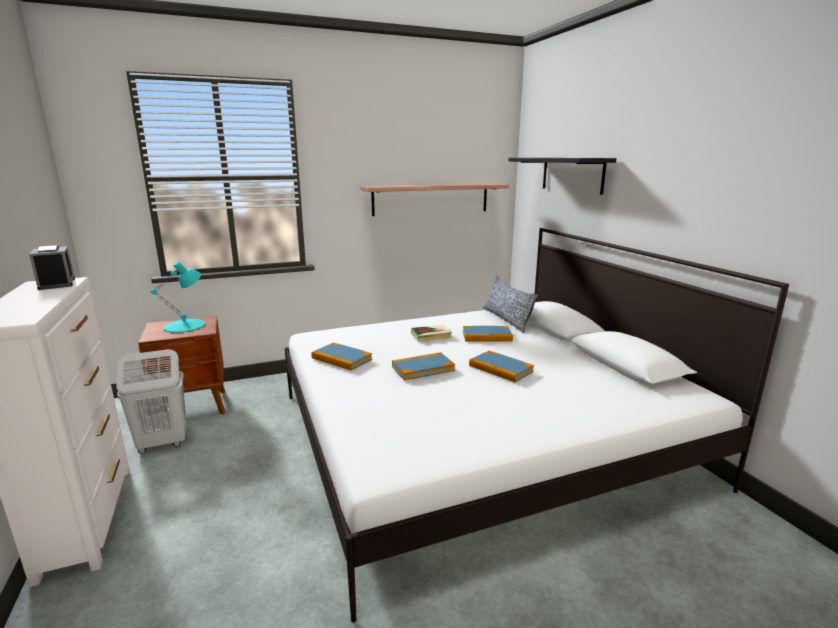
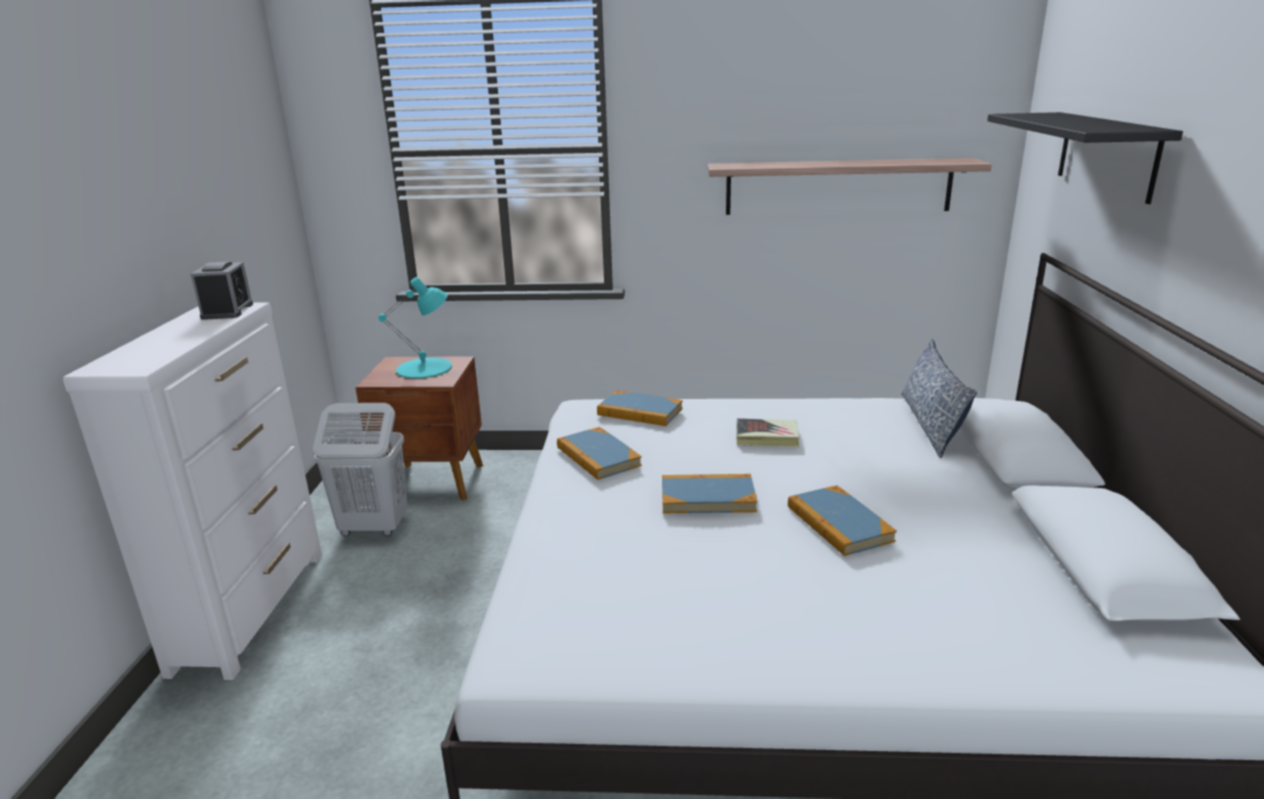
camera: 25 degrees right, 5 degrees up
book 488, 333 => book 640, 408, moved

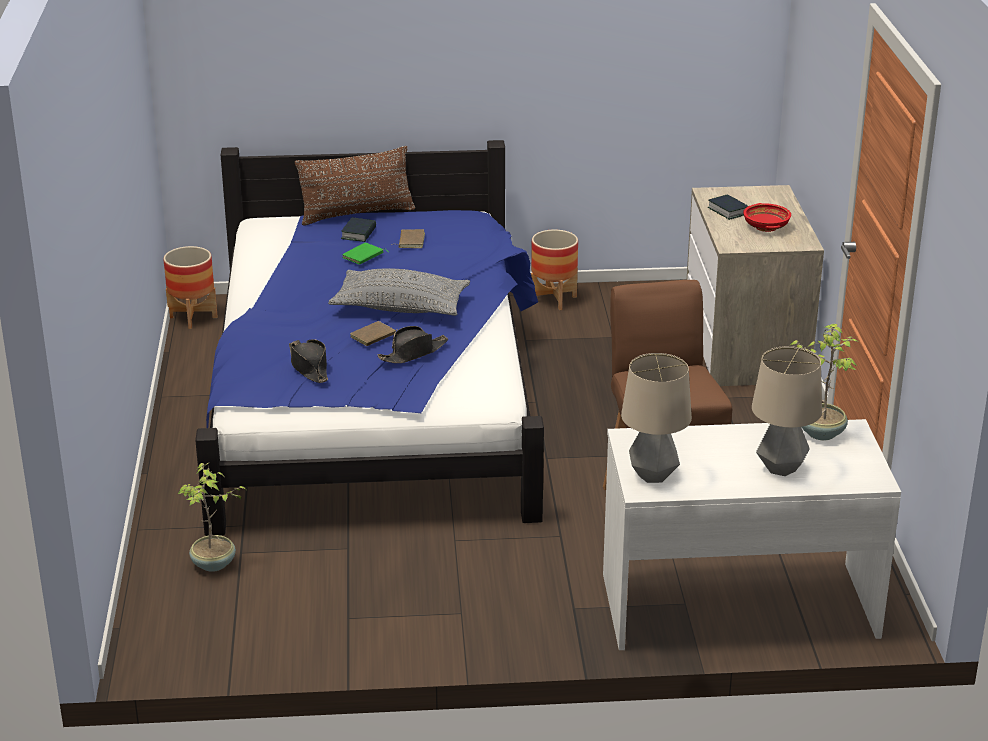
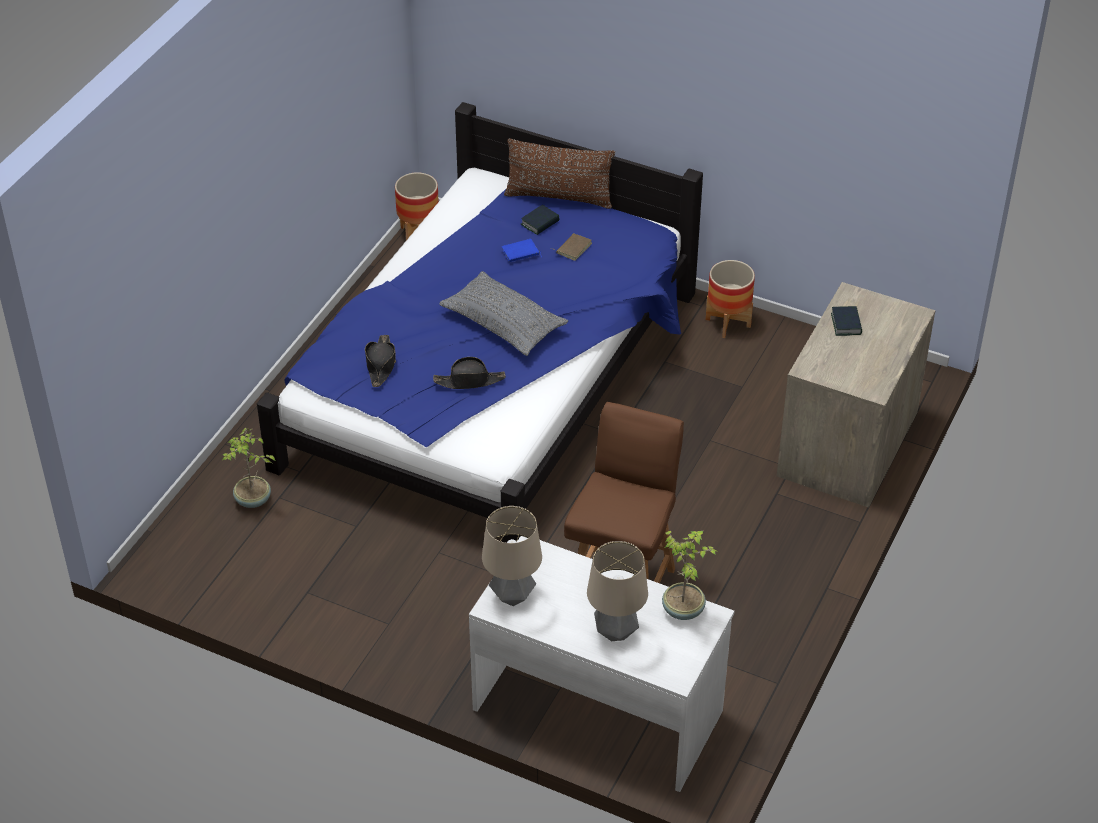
camera: 30 degrees right, 15 degrees up
brown book 374, 333 => nothing
red bowl 767, 217 => nothing
green book 364, 254 => blue book 522, 250

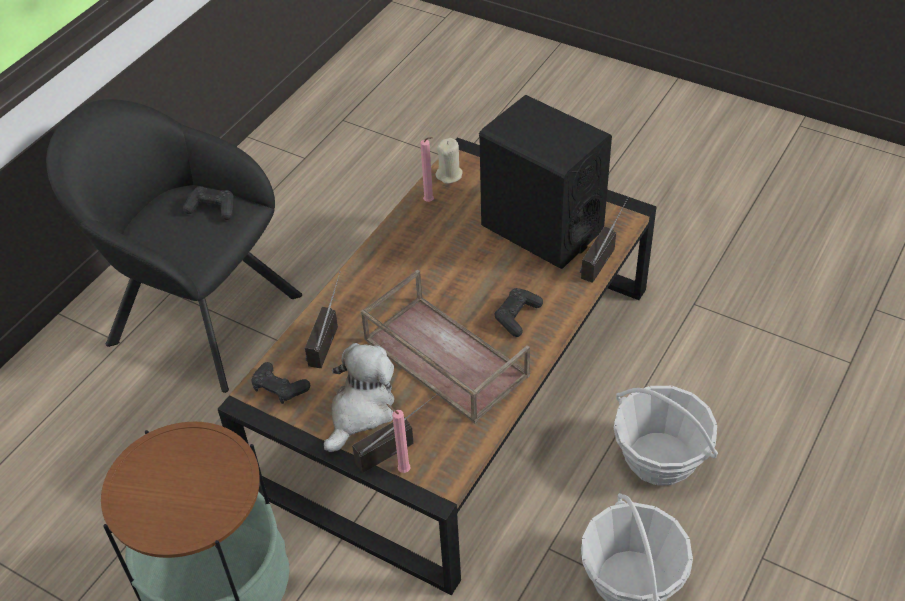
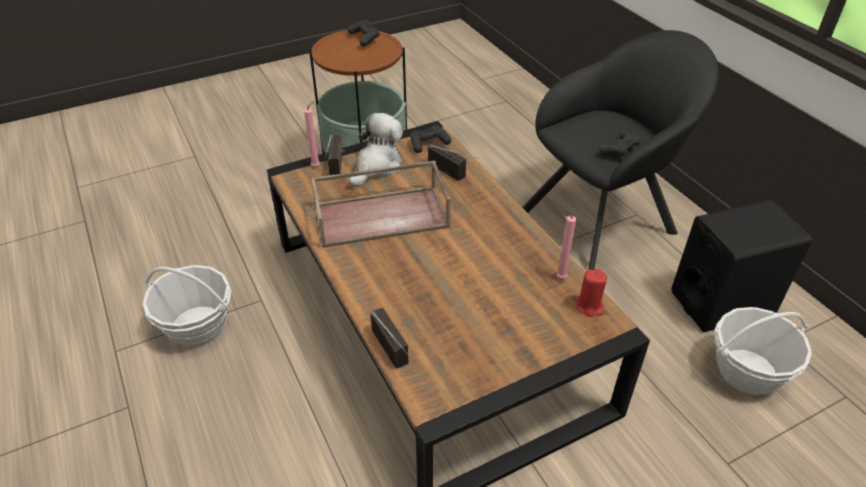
camera: 120 degrees right, 5 degrees down
black speaker 545, 182 => black speaker 742, 266, moved
black game controller 519, 312 => black game controller 363, 33, moved
basket 666, 435 => basket 763, 351, moved
beige candle 449, 161 => red candle 591, 293
plush toy 359, 397 => plush toy 376, 150, 120 degrees counterclockwise

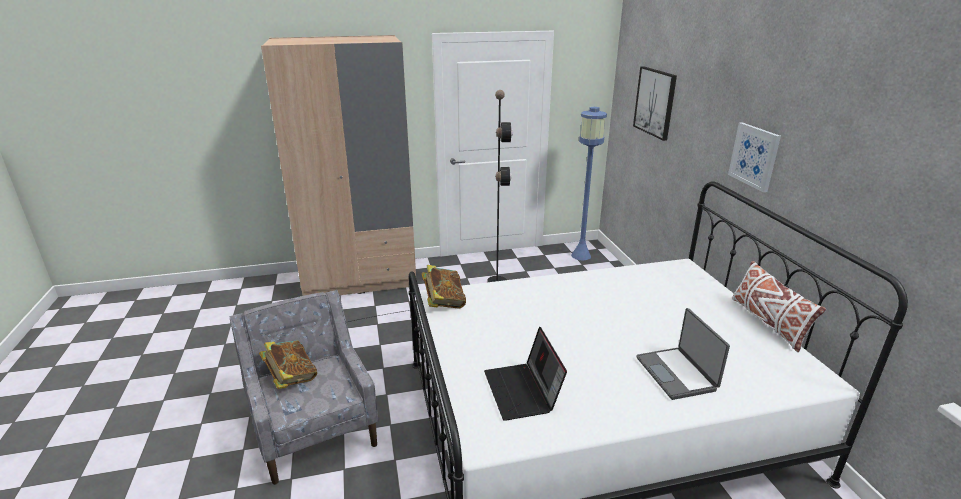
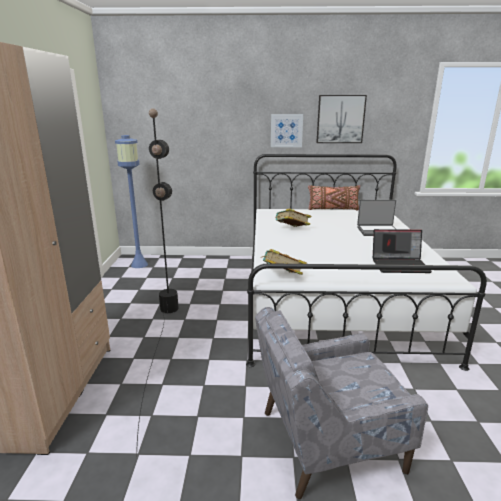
camera: 75 degrees left, 5 degrees down
book 288, 364 => book 293, 217, moved
picture 655, 103 => picture 341, 119, moved
white pillow 779, 306 => brown pillow 334, 198

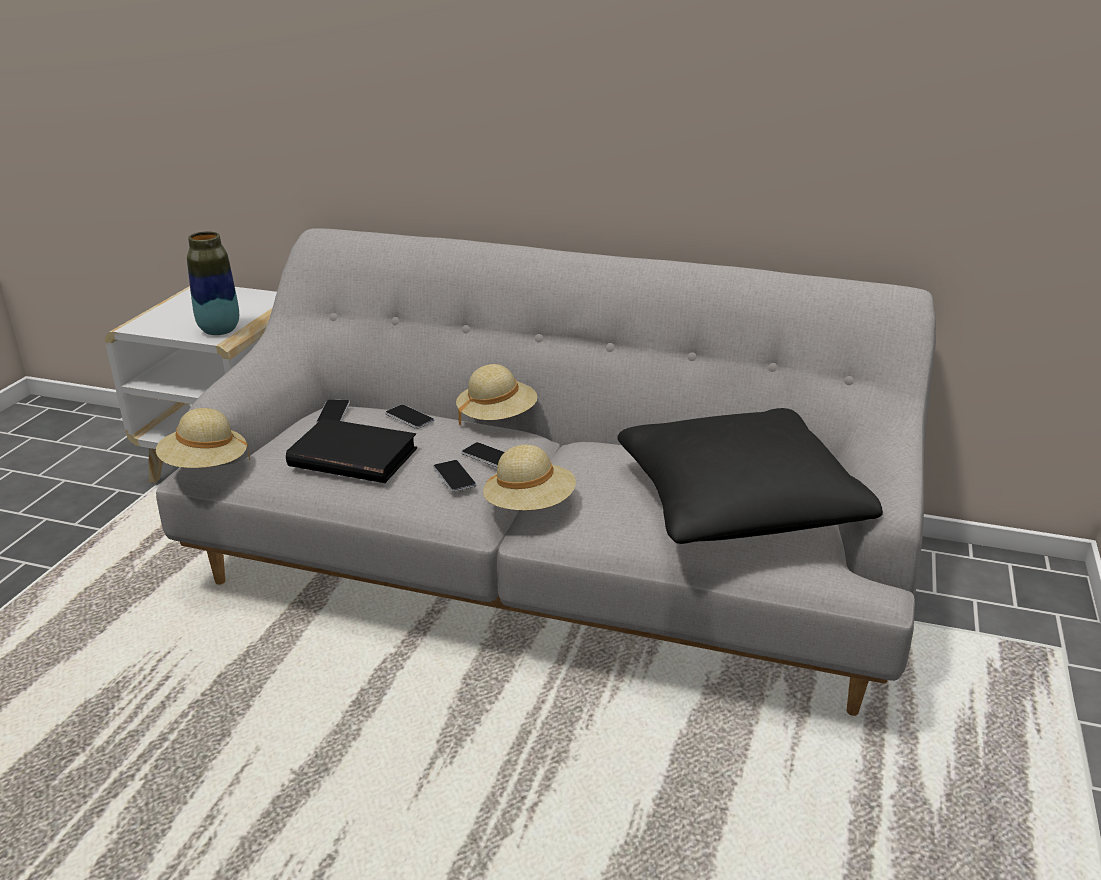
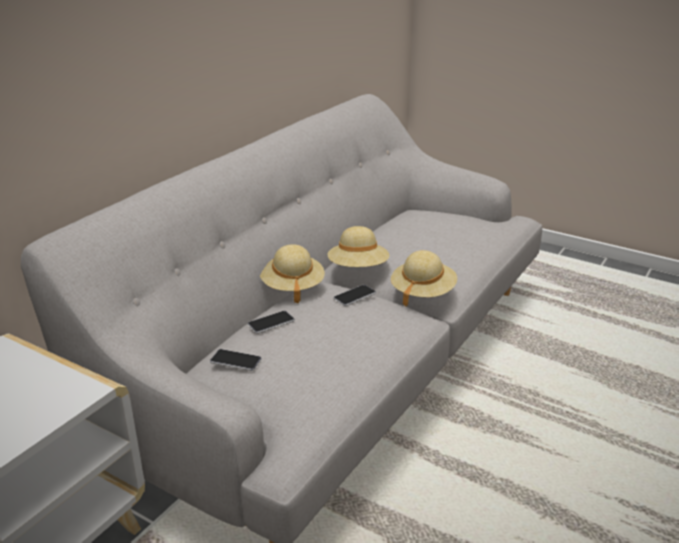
camera: 75 degrees left, 0 degrees up
vase 213, 283 => nothing
black book 351, 450 => nothing
phone 455, 476 => nothing
black pillow 750, 476 => nothing
beige hat 203, 438 => beige hat 358, 246, moved

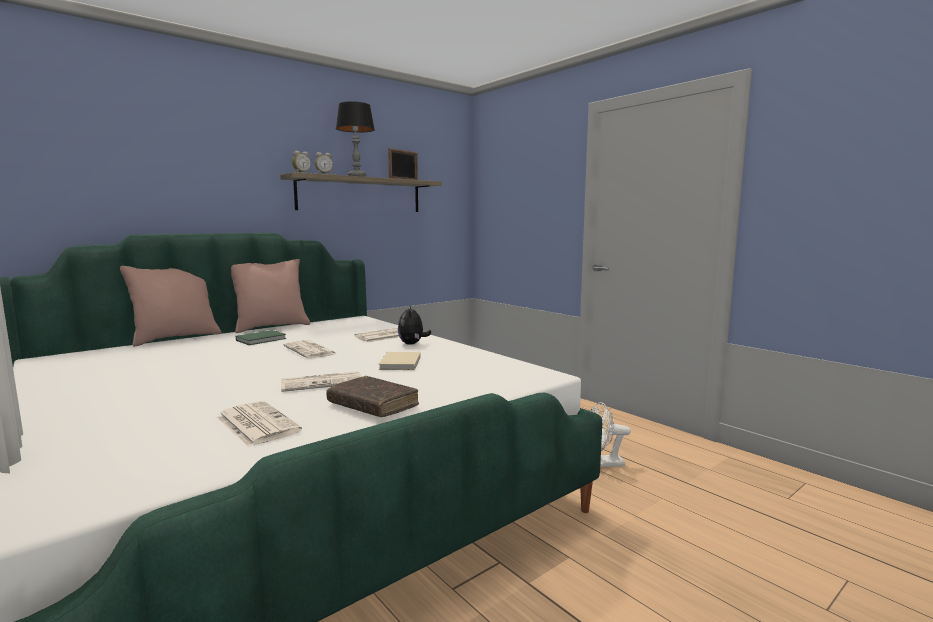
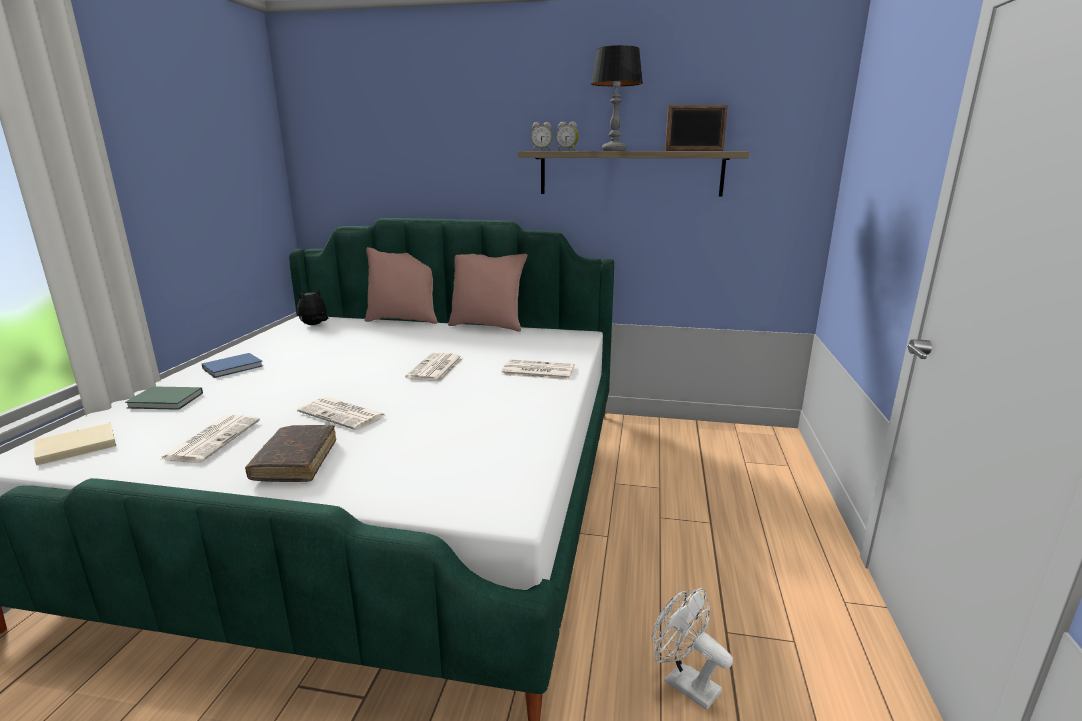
camera: 50 degrees right, 10 degrees up
nothing => blue book 232, 365
green book 261, 337 => green book 164, 398, moved
beige book 400, 361 => beige book 75, 444, moved
plush toy 414, 325 => plush toy 312, 307, moved

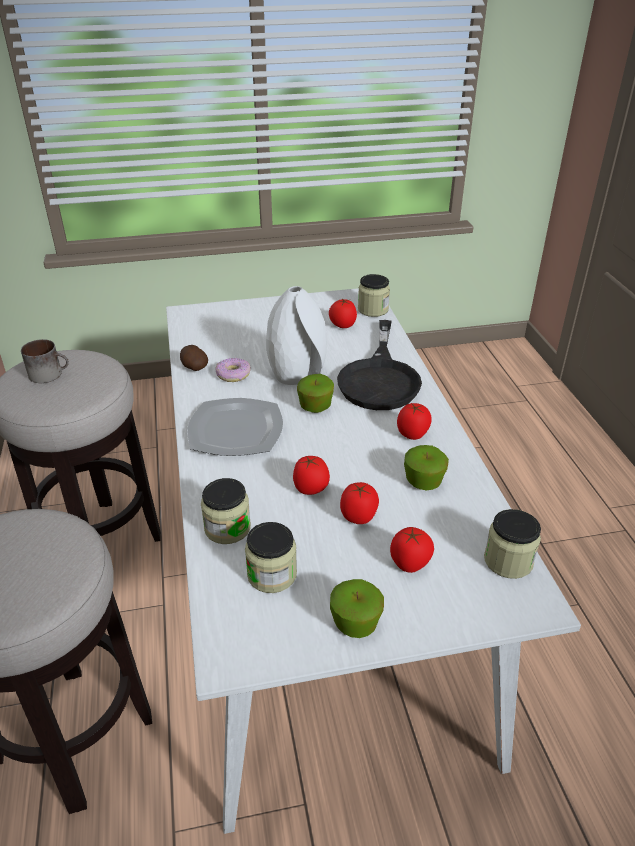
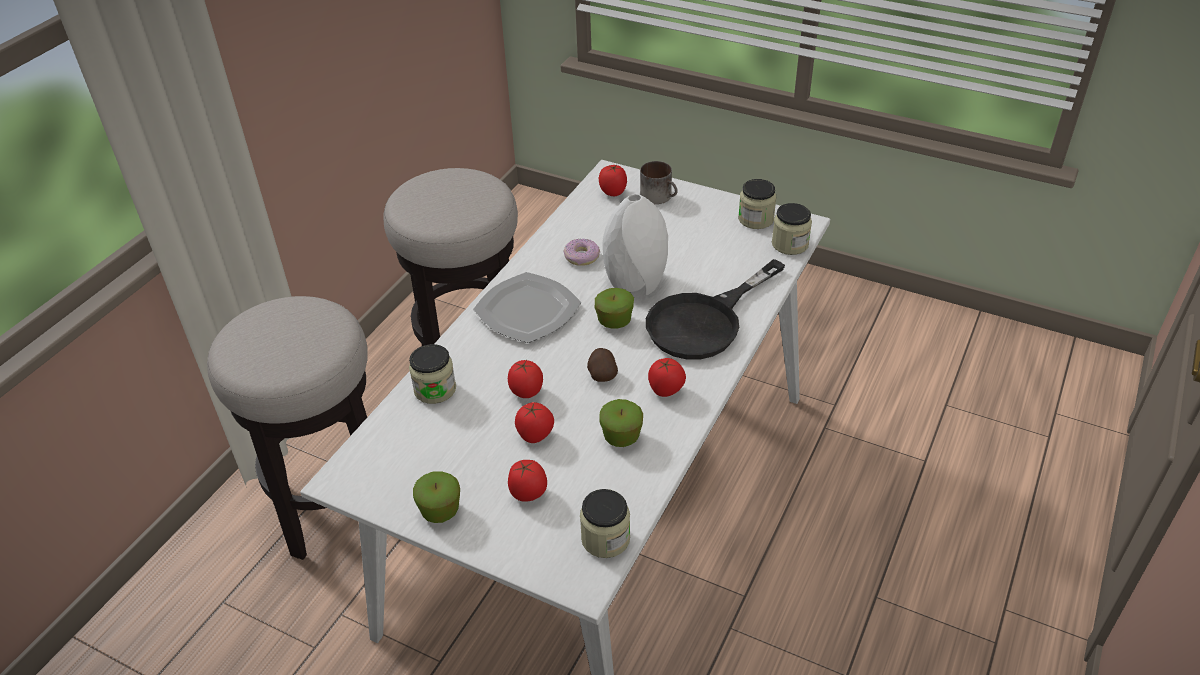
camera: 40 degrees right, 5 degrees up
mug 45, 361 => mug 659, 182, moved
potato 194, 358 => potato 602, 365, moved
jar 271, 557 => jar 757, 204, moved
tomato 343, 313 => tomato 613, 180, moved

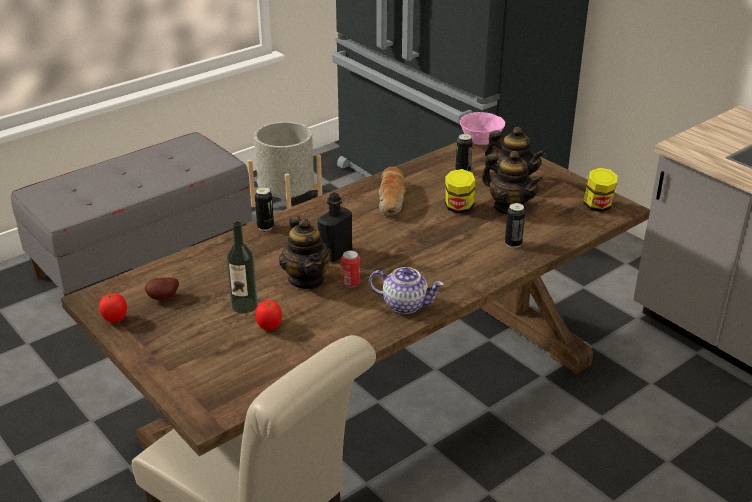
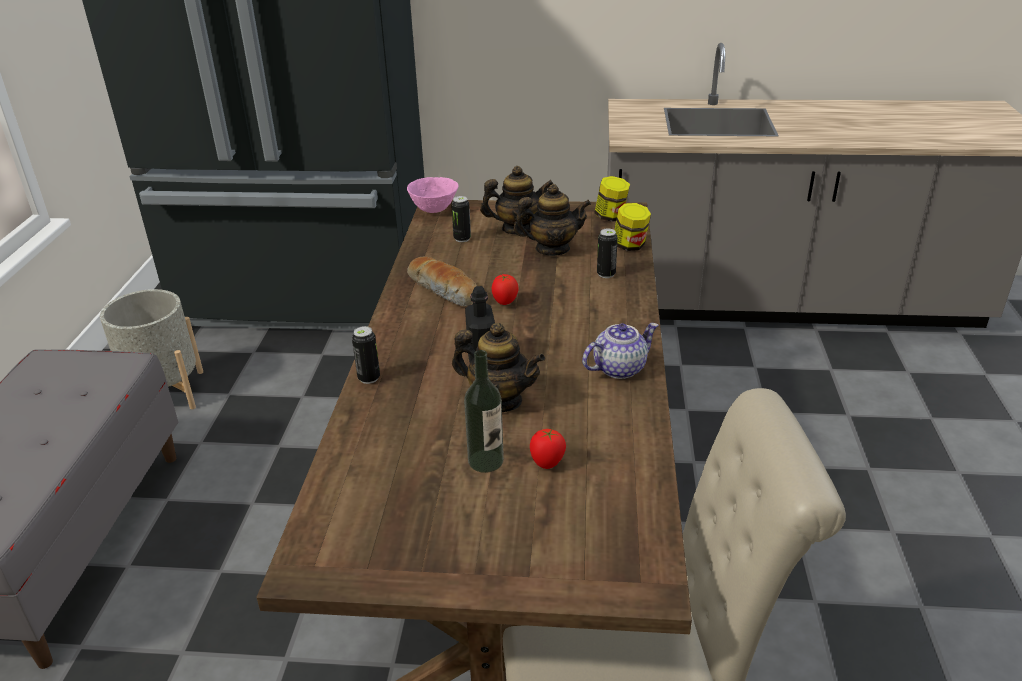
camera: 45 degrees left, 0 degrees up
potato 162, 289 => nothing
can 350, 269 => nothing
tomato 113, 307 => tomato 505, 289, moved
jar 460, 191 => jar 633, 227, moved

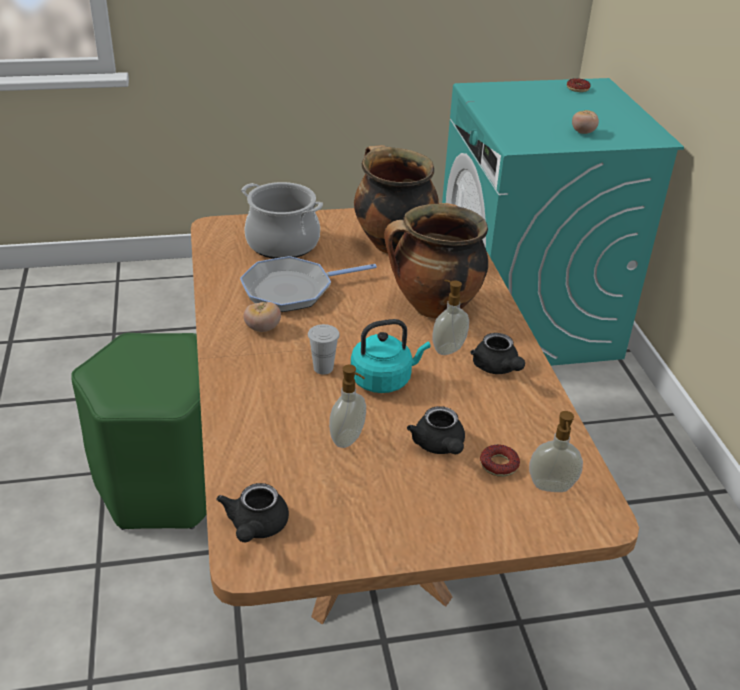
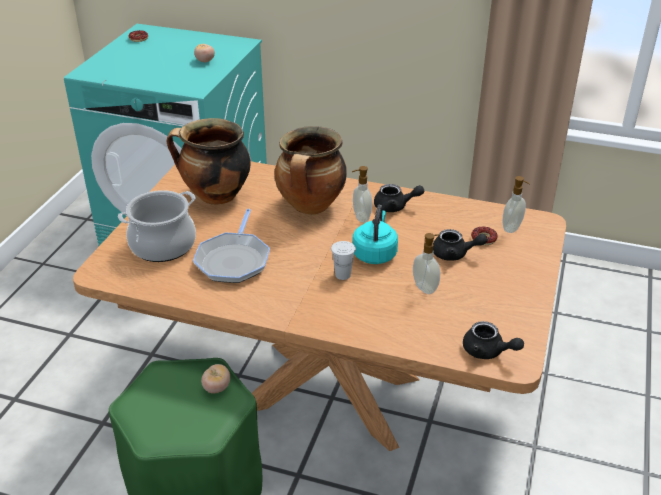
camera: 60 degrees left, 0 degrees up
tomato 262, 317 => tomato 215, 379, moved

